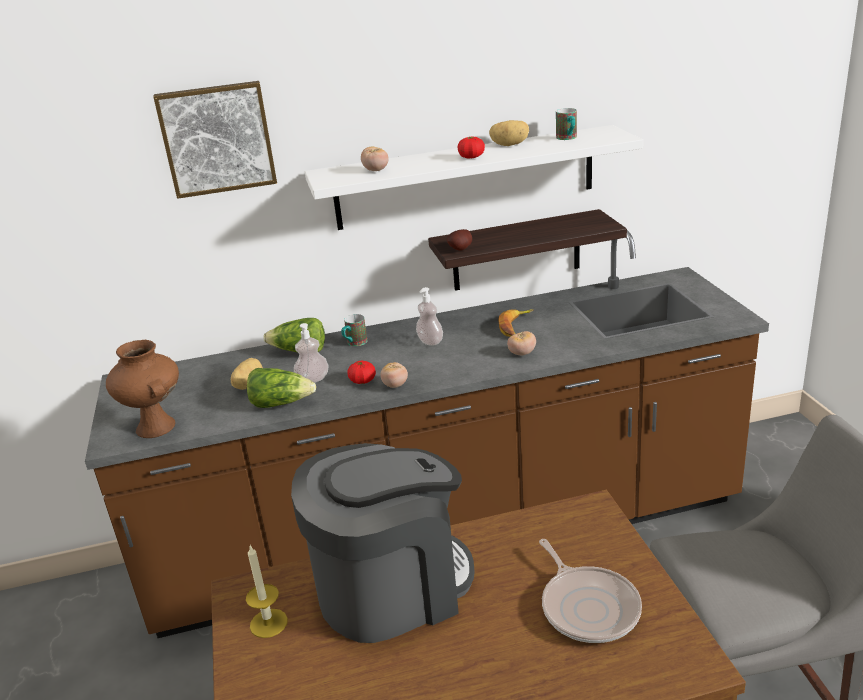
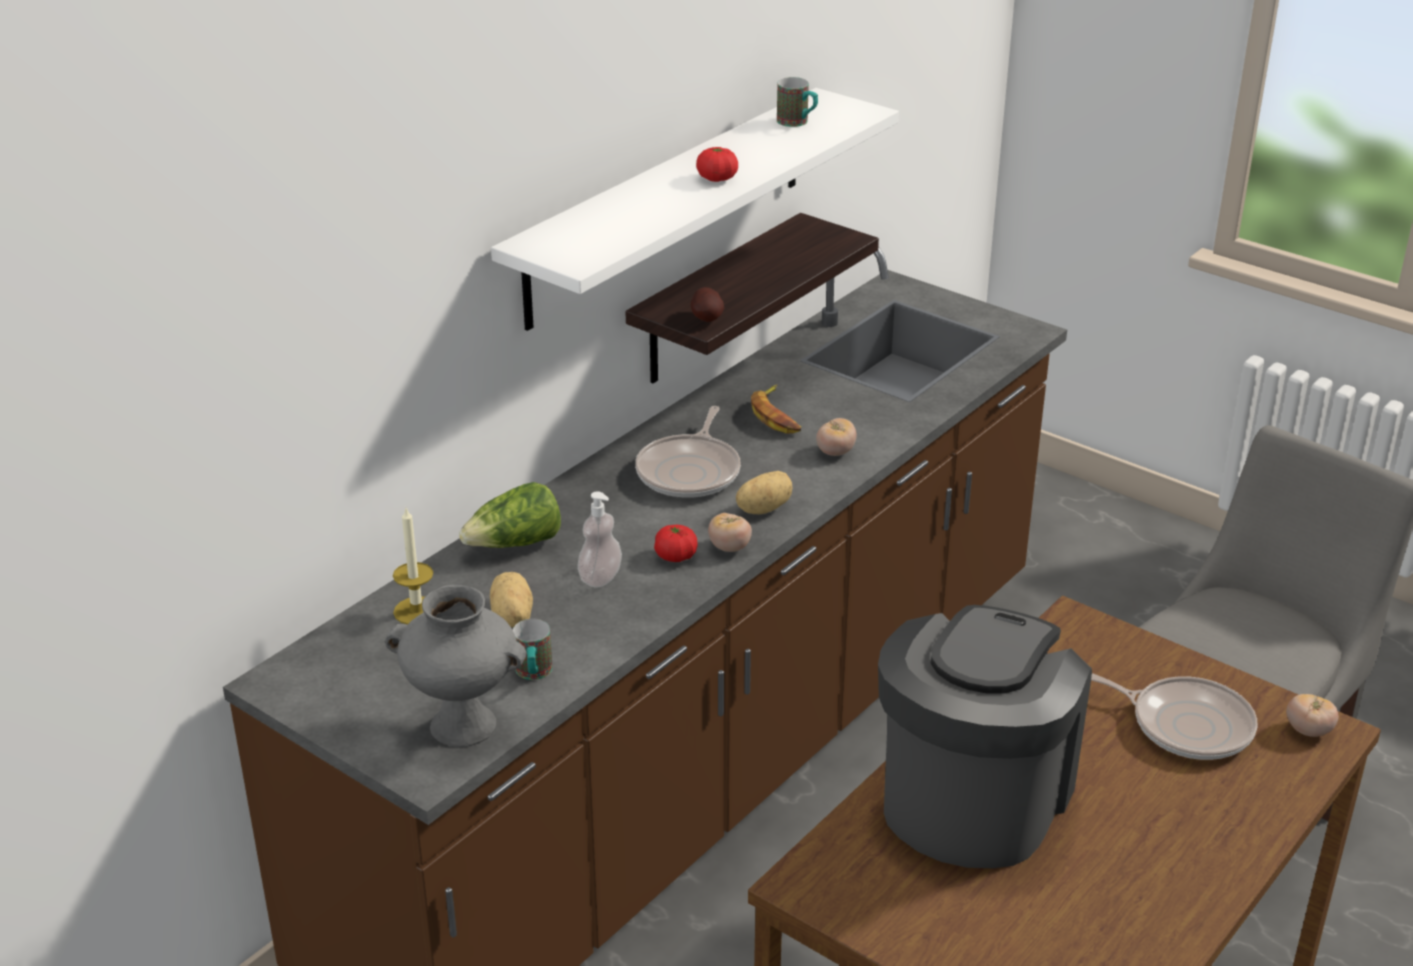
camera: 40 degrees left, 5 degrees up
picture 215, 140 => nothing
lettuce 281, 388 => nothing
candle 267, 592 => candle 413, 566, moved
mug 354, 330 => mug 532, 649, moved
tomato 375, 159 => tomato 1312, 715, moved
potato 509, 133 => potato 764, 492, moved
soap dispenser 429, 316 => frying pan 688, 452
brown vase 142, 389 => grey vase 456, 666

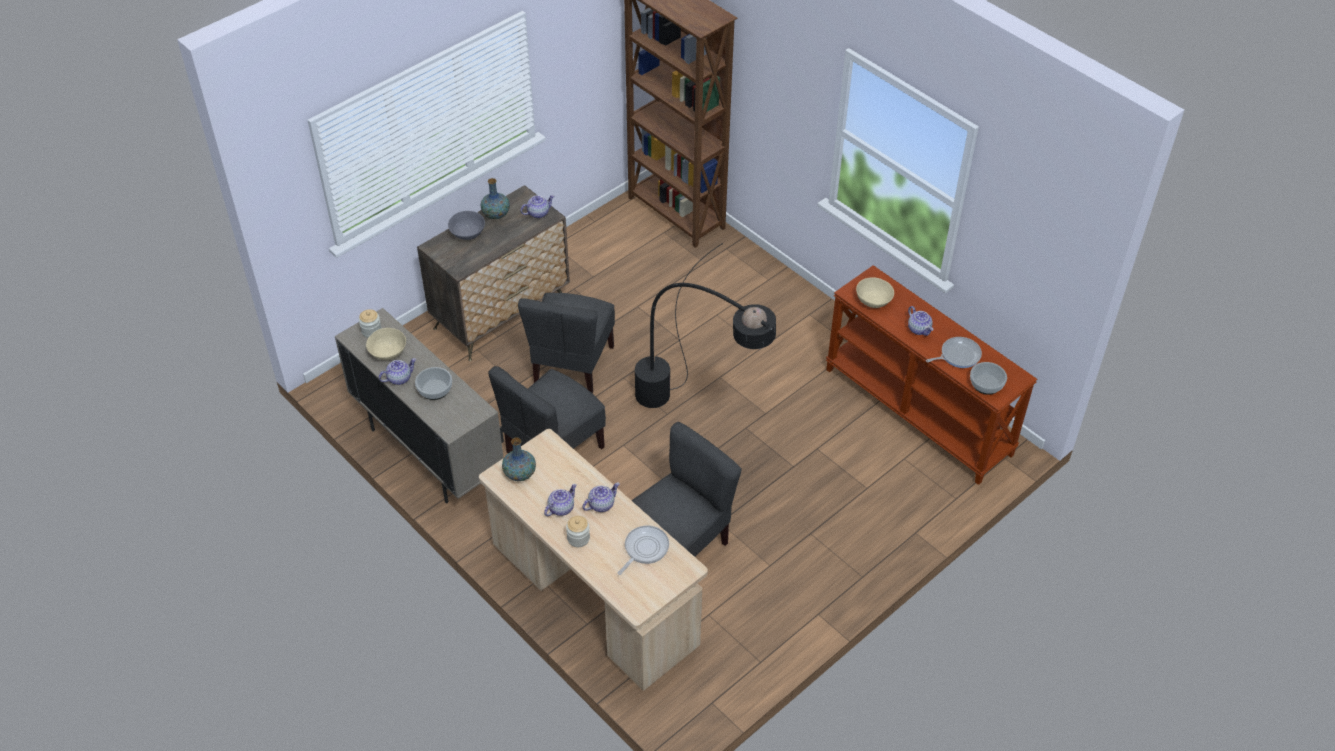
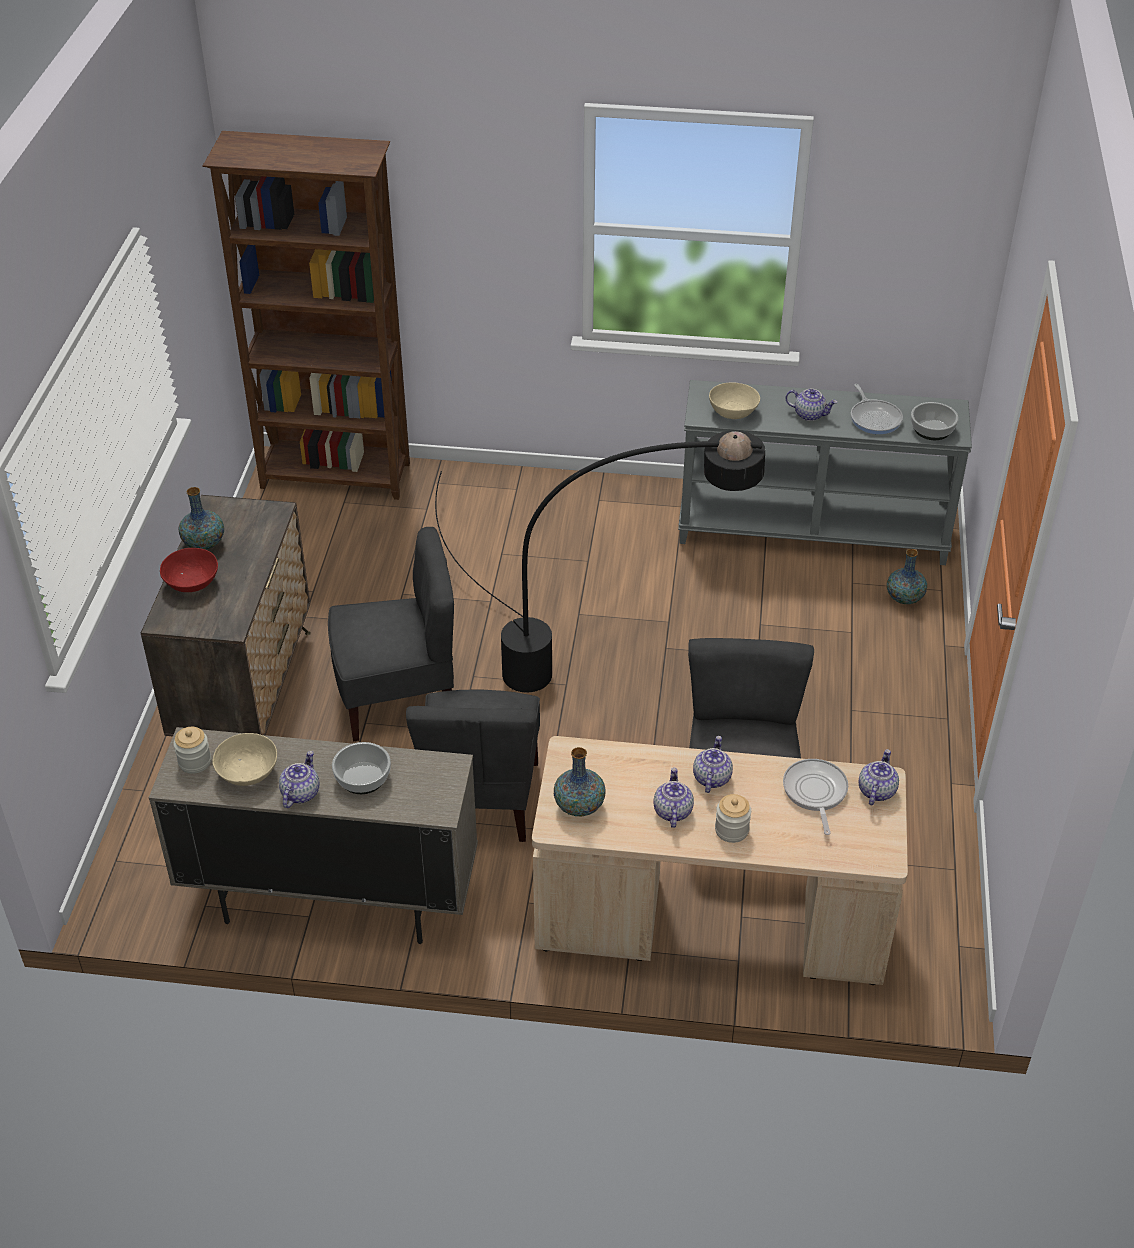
camera: 40 degrees left, 5 degrees down
nothing => vase 907, 576
teapot 537, 206 => teapot 879, 777, moved
grey bowl 466, 225 => red bowl 189, 570
brown console table 931, 375 => grey console table 825, 472
grey chair 566, 343 => grey chair 391, 634, 75 degrees counterclockwise
frying pan 954, 352 => frying pan 877, 409, 135 degrees clockwise

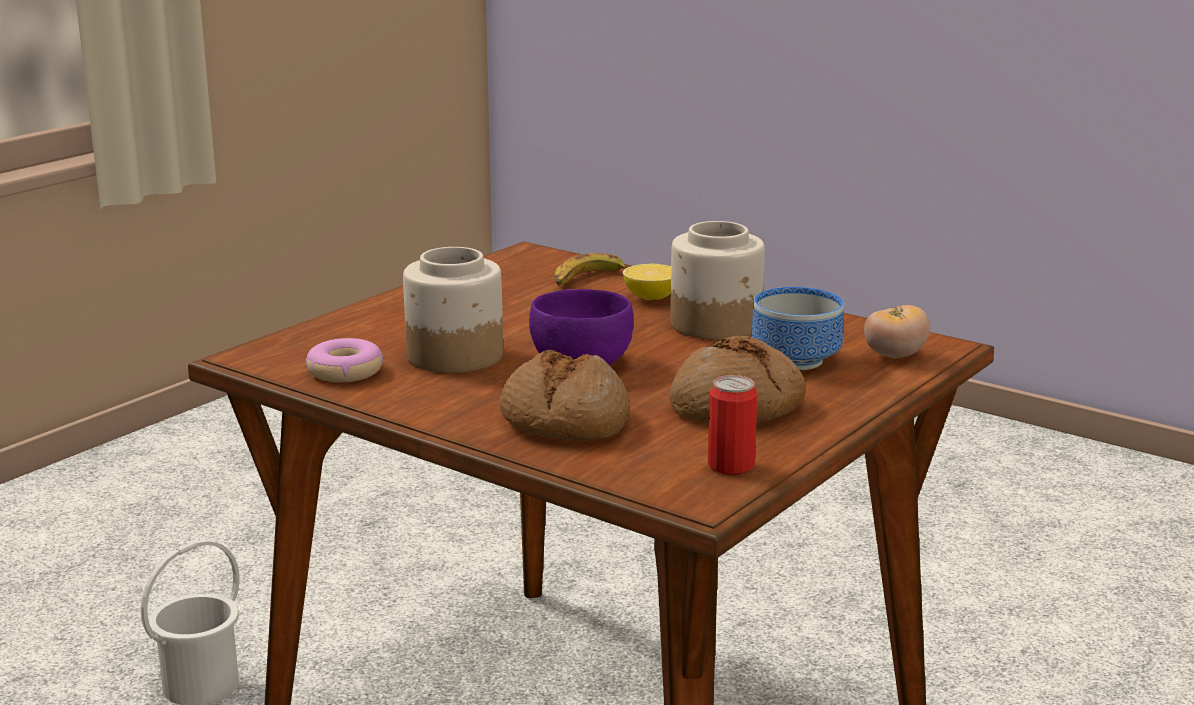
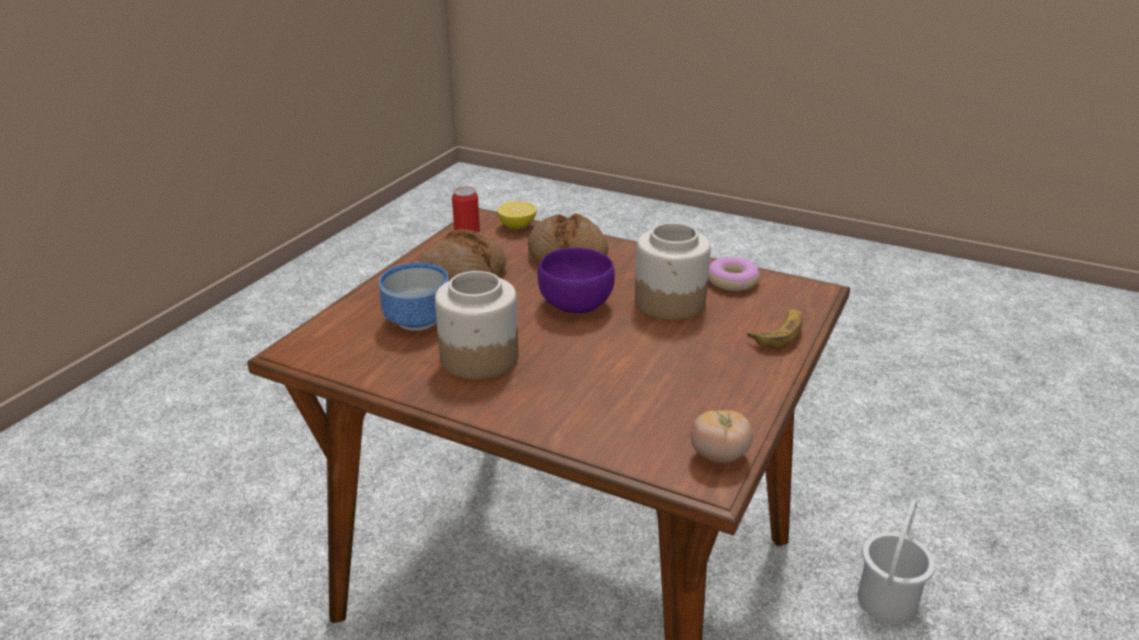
camera: 170 degrees right, 10 degrees up
banana 591, 269 => banana 775, 329, moved
lemon 647, 282 => lemon 517, 215, moved
tomato 897, 331 => tomato 722, 436, moved

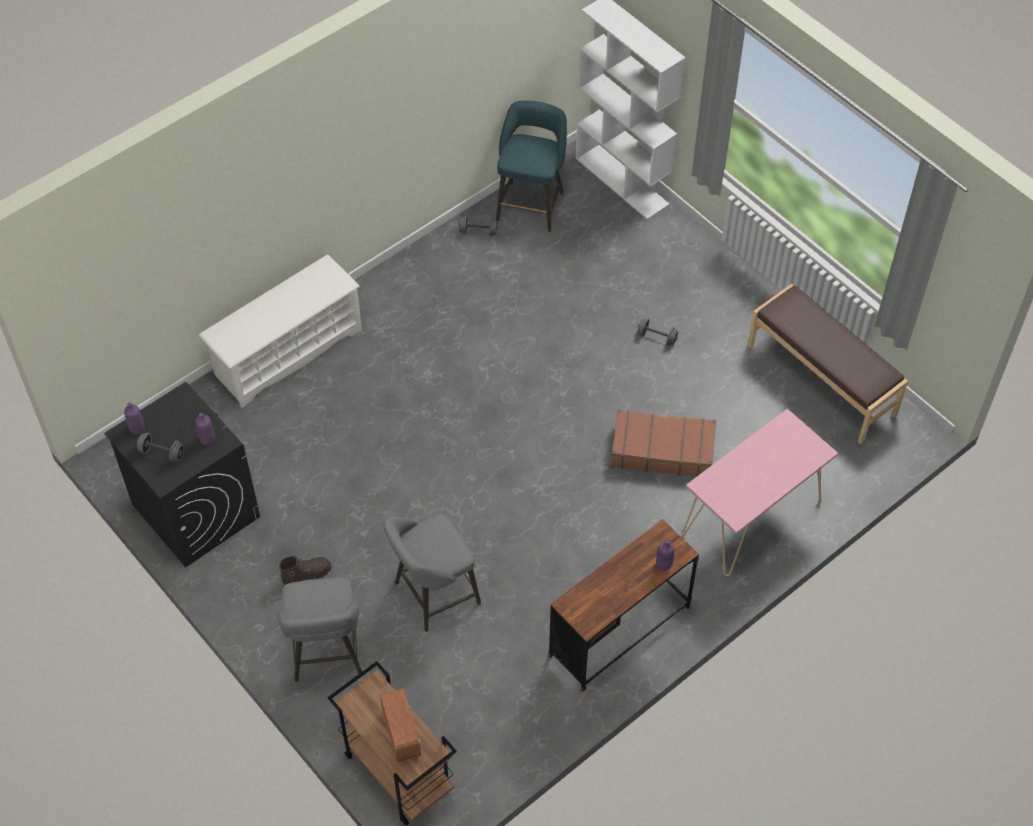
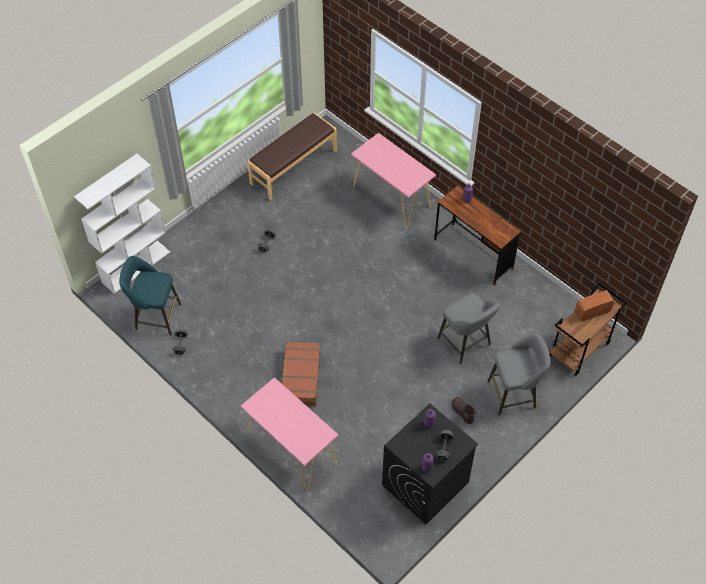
camera: 95 degrees left, 0 degrees up
brown suitcase 663, 443 => brown suitcase 300, 374, moved
white shoe rack 280, 331 => pink console table 290, 433

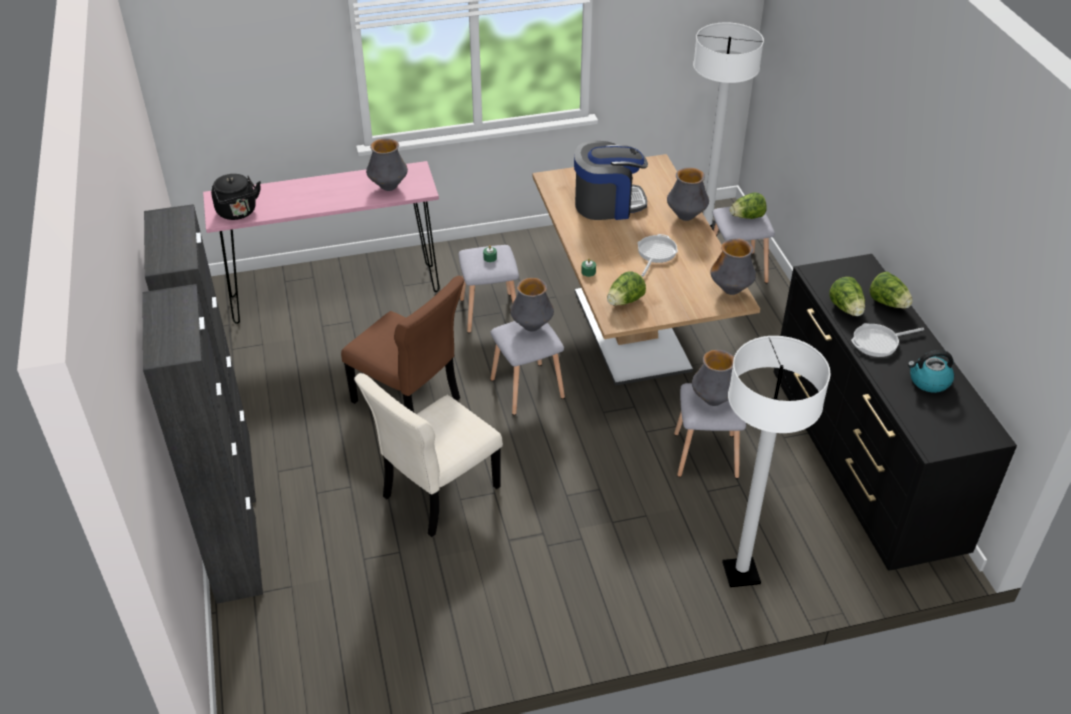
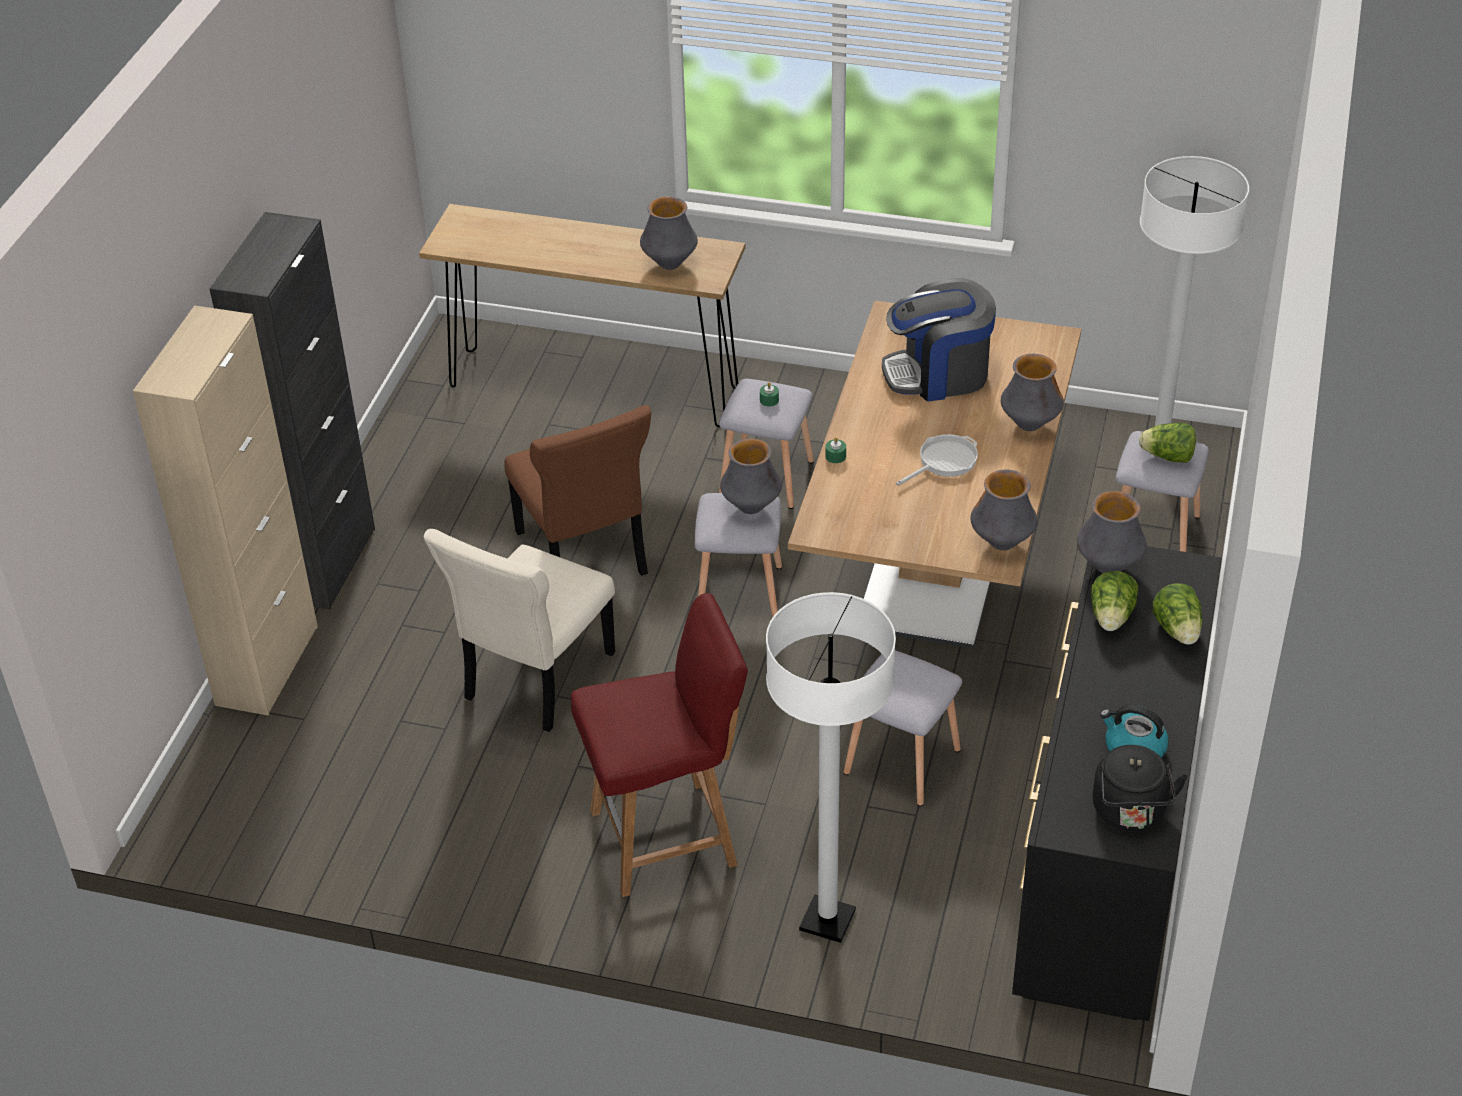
camera: 30 degrees right, 0 degrees up
lettuce 626, 288 => nothing
frying pan 887, 340 => nothing
nothing => red chair 659, 745
black kettle 236, 197 => black kettle 1140, 788, moved
vase 713, 378 => vase 1112, 532, moved
black cabinet 202, 444 => beige cabinet 225, 510
pink console table 321, 242 => brown console table 582, 316
beige chair 428, 455 => beige chair 519, 630, 45 degrees counterclockwise
coffee machine 611, 180 => coffee machine 939, 340, 150 degrees clockwise

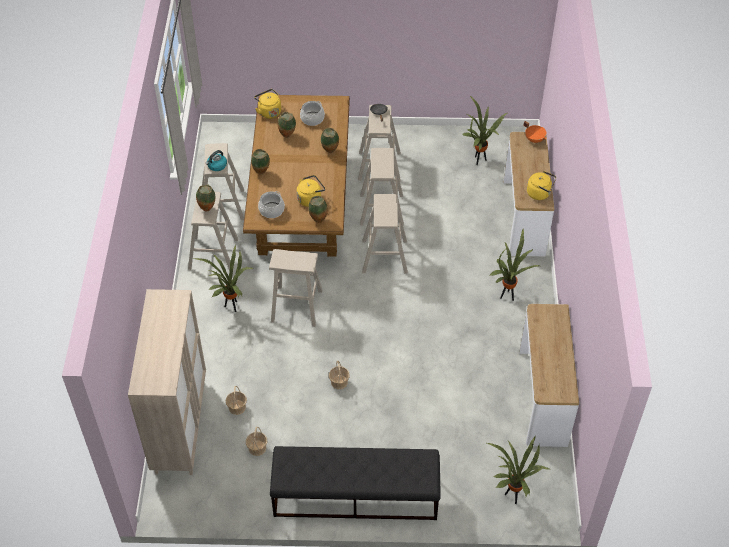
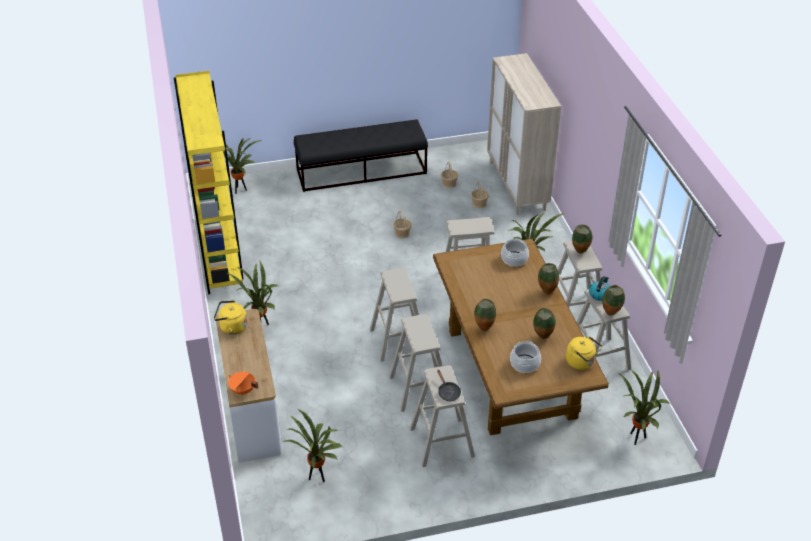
camera: 165 degrees right, 10 degrees down
yellow kettle 311, 191 => nothing
nothing => potted plant 644, 407
vase 318, 209 => vase 613, 300, moved
console table 549, 375 => yellow bookcase 209, 183

